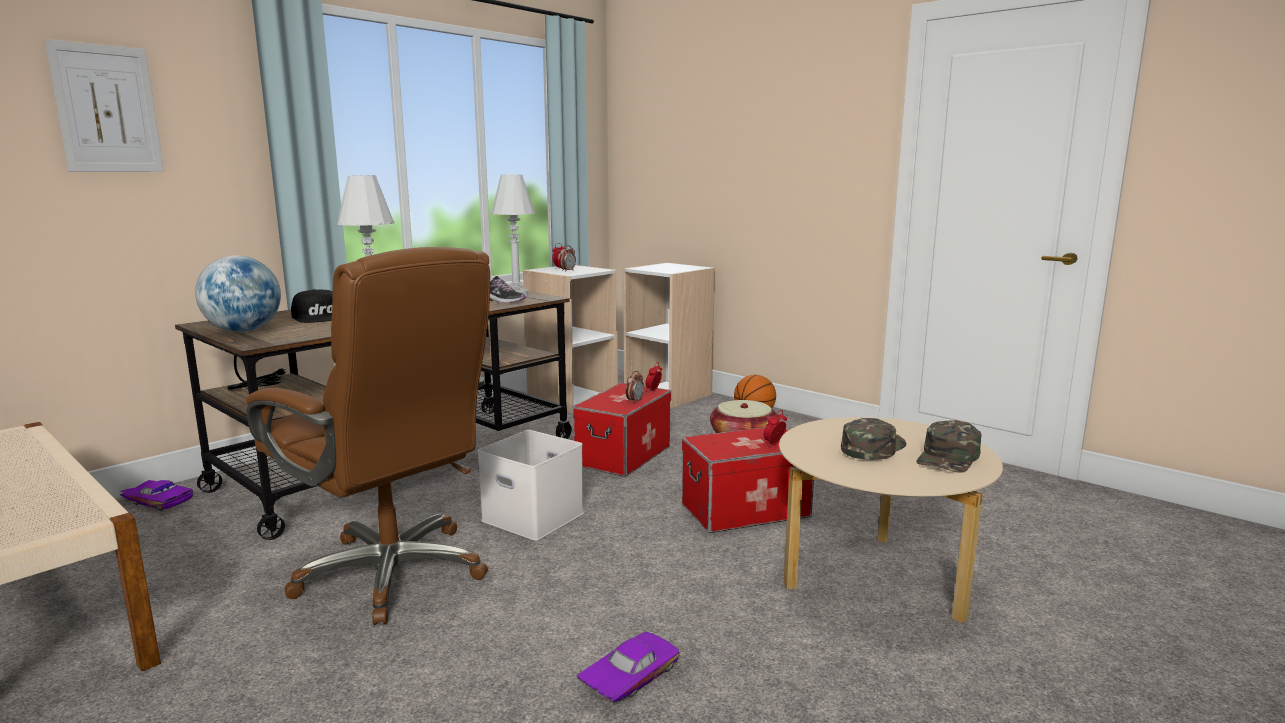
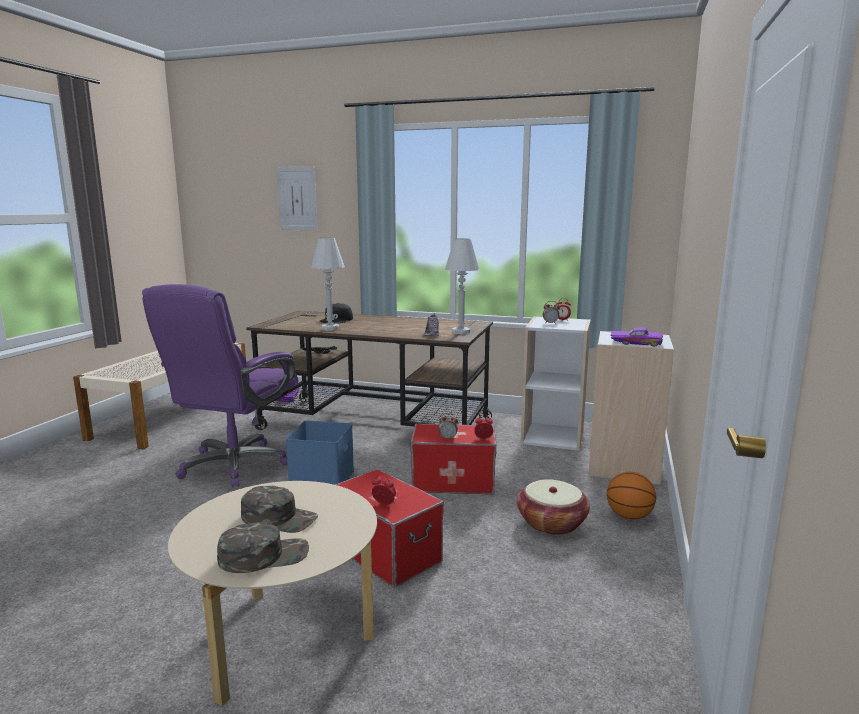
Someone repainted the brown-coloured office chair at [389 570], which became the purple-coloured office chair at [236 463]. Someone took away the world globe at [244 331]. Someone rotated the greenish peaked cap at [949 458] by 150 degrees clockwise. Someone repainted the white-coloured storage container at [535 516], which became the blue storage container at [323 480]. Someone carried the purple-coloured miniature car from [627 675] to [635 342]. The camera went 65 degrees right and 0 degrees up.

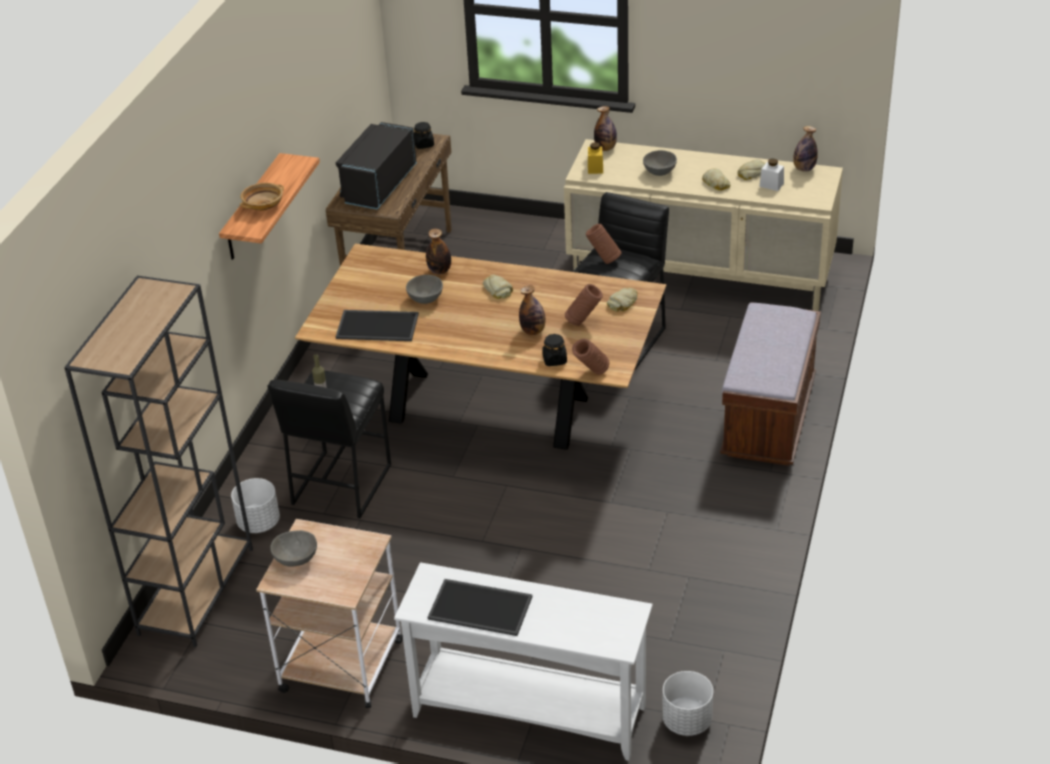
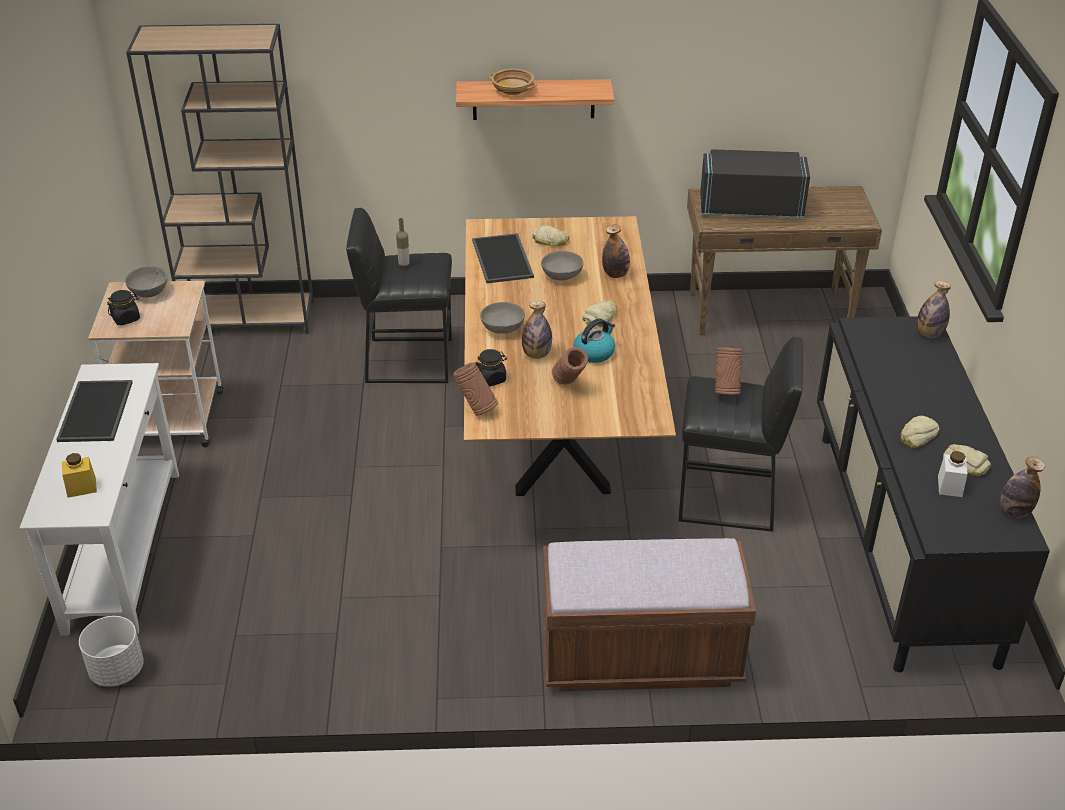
Someone carried the black jar from [423 144] to [126 318]. Someone repainted the beige cupboard at [700 276], which became the black cupboard at [899 543]. Someone carried the yellow jar from [595 168] to [81 487]. Someone carried the greyish deep dish from [660 172] to [503 329]. Someone carried the bakery bread from [623 302] to [550 240]. Someone took away the white-coloured plant pot at [258 522]. Someone put down the water kettle at [594 352]. The camera went 70 degrees right and 0 degrees up.

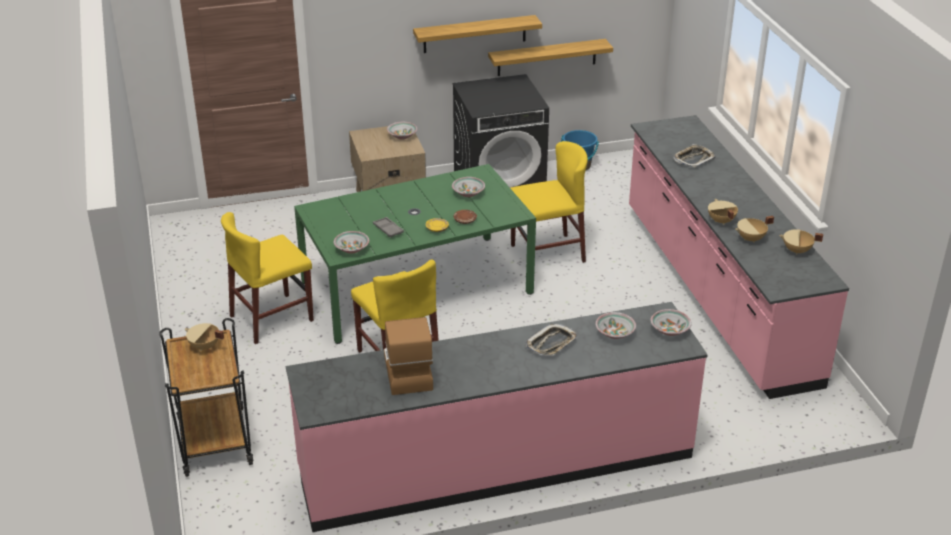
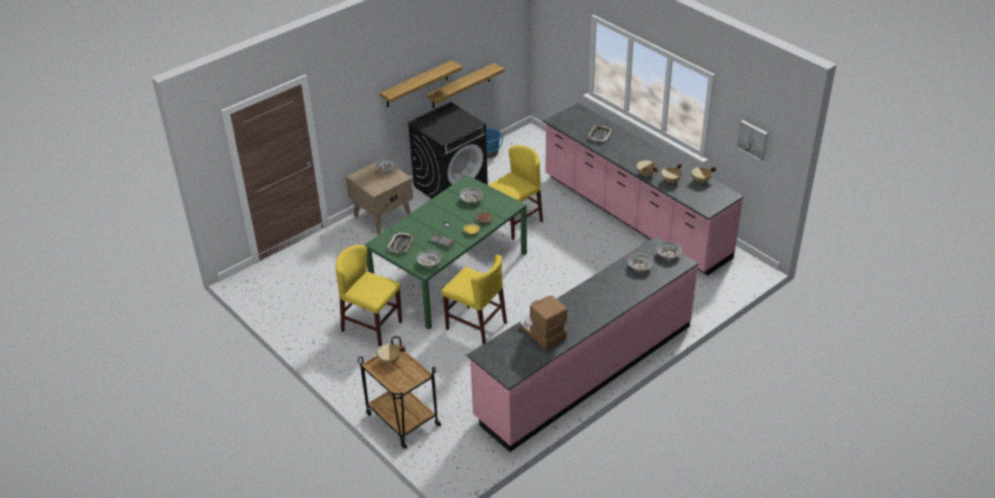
Someone rotated the yellow chair at [272 318] by 90 degrees clockwise. Someone carried the serving tray from [551 343] to [401 245]. Someone put up the wall art at [753 139]. The camera went 25 degrees left and 5 degrees up.

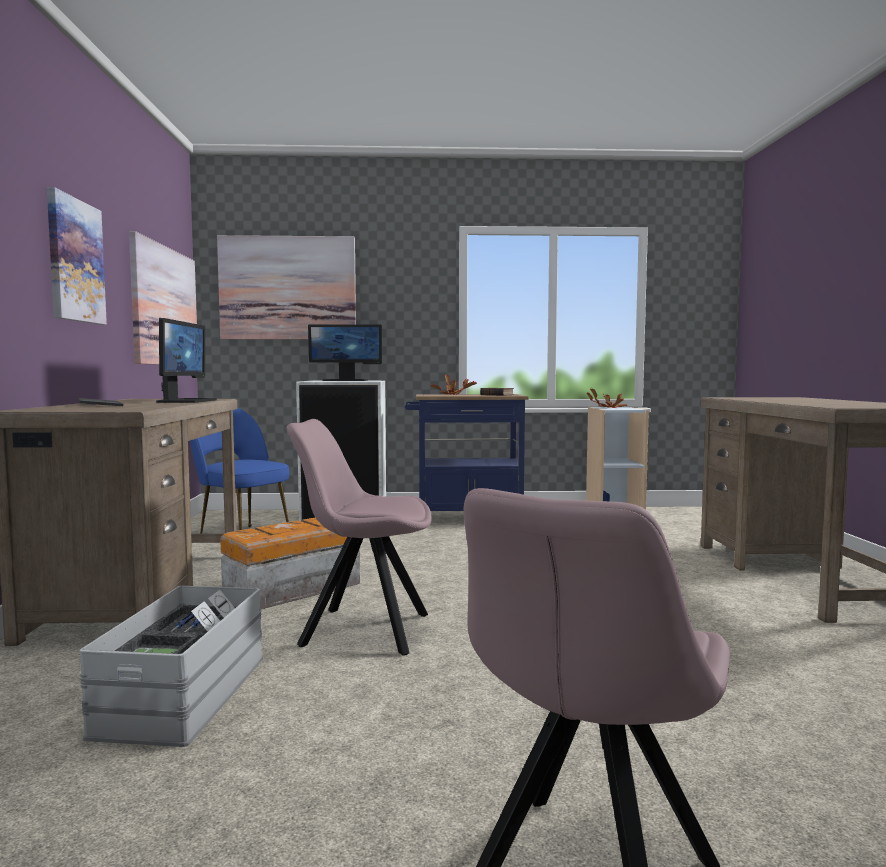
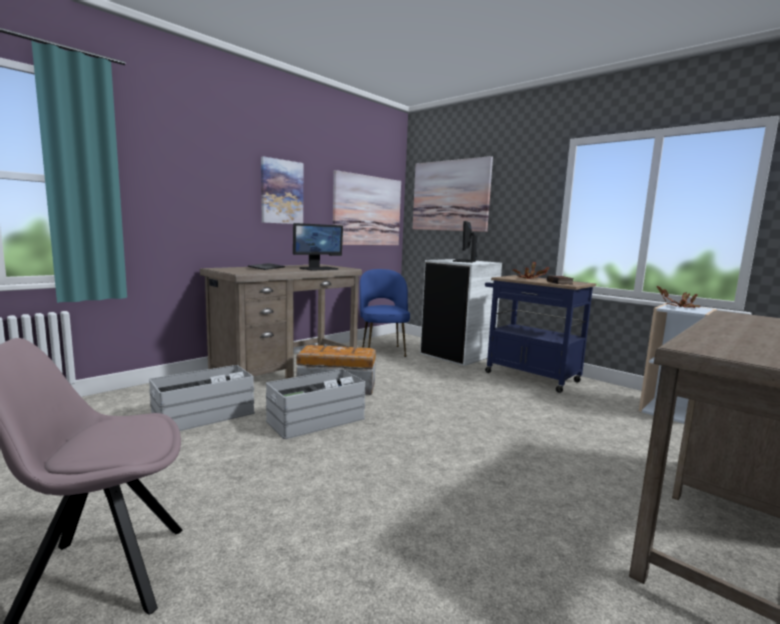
Someone rotated the computer screen at [346 380] by 60 degrees clockwise. Someone swapped the pink-coloured chair at [364 630] for the greyish storage container at [315 419]. The camera went 45 degrees right and 5 degrees up.

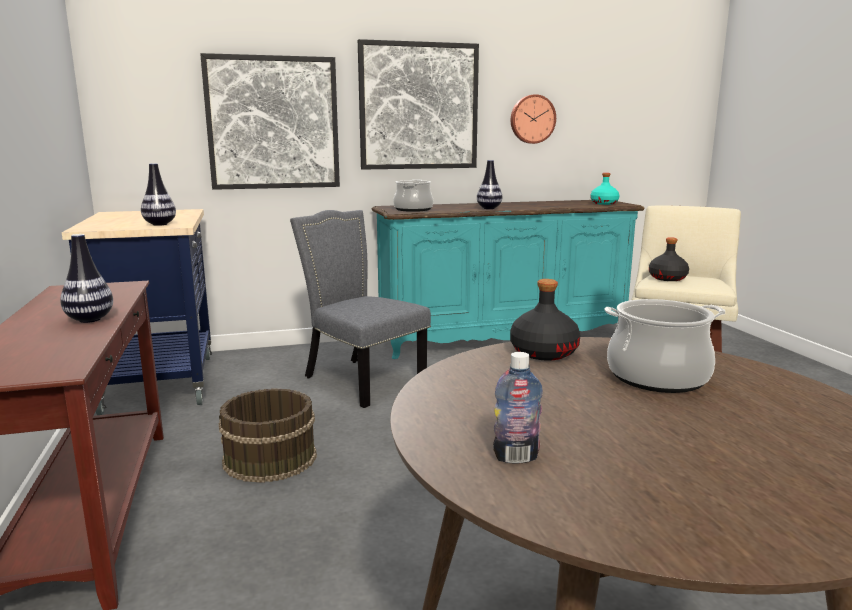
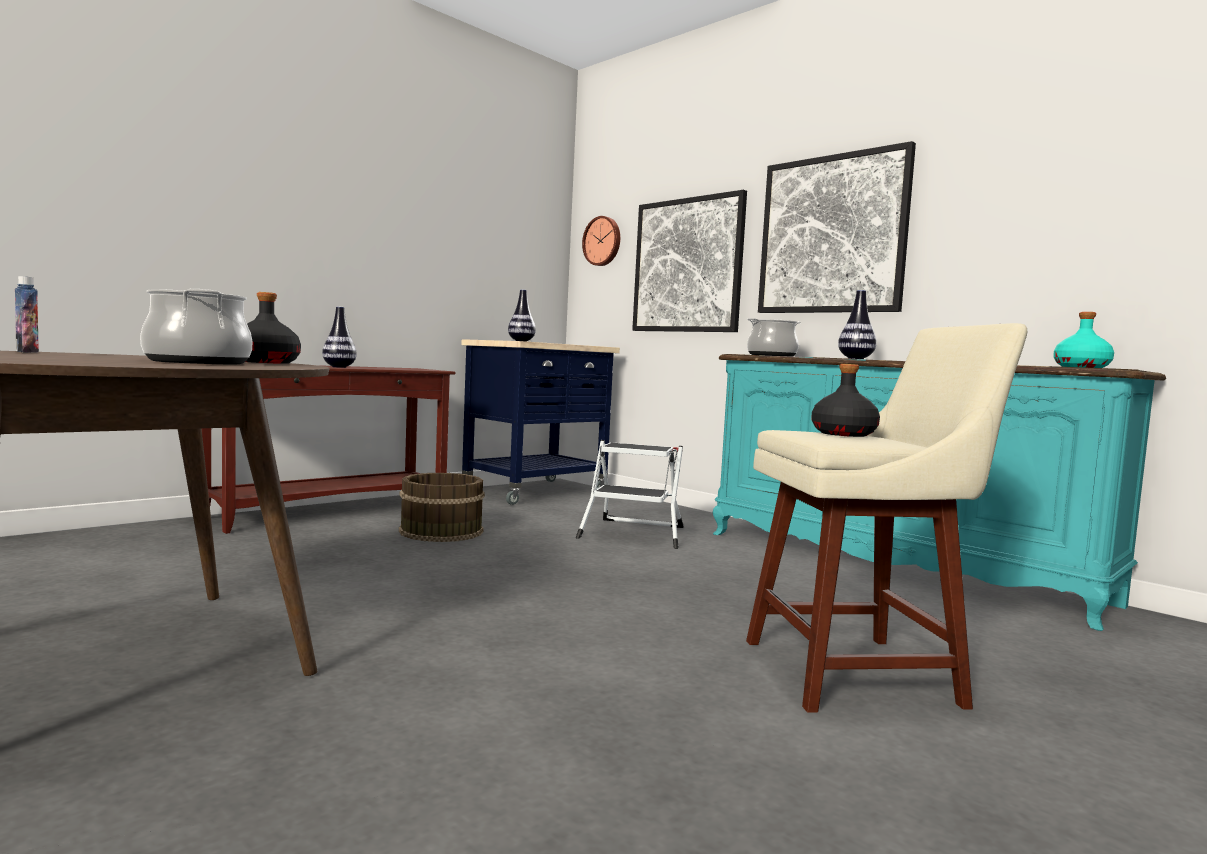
Someone carried the clock on the wall from [532 119] to [603 241]. Someone swapped the greyish chair at [363 382] for the step ladder at [634 533]. The camera went 60 degrees right and 10 degrees down.

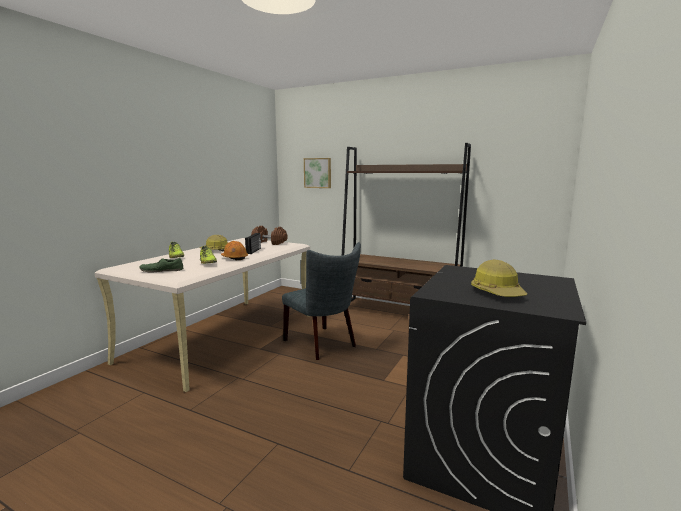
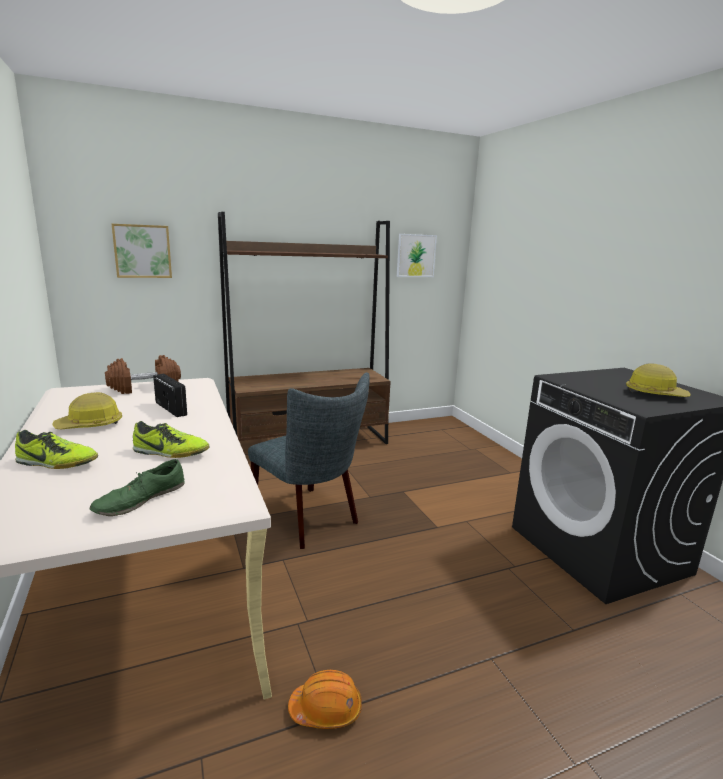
Someone carried the orange-coloured work helmet from [234 258] to [326 709]. Someone rotated the greyish chair at [323 344] by 45 degrees clockwise. Someone put up the wall art at [416 255]. The camera went 50 degrees left and 5 degrees up.

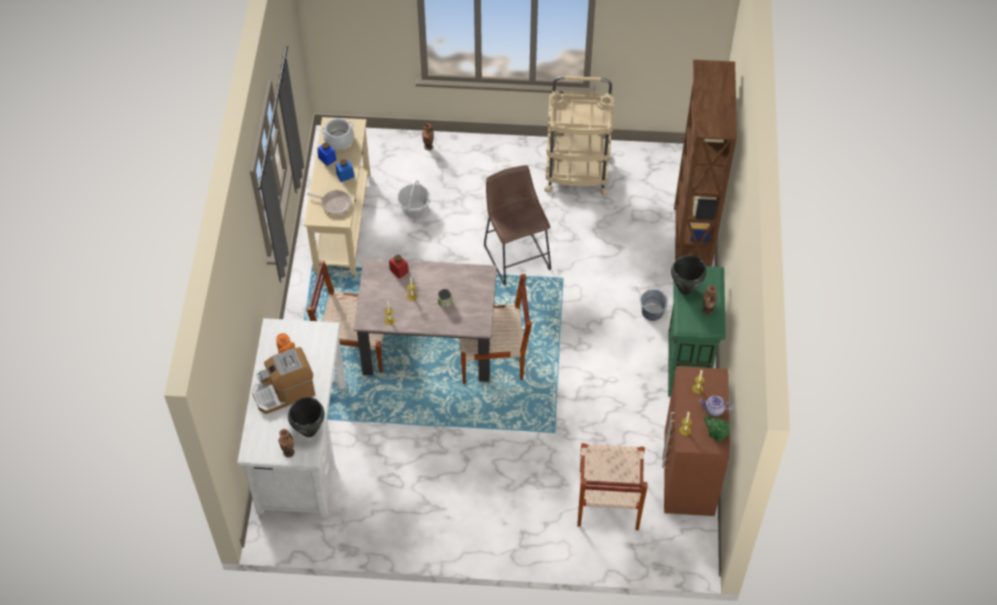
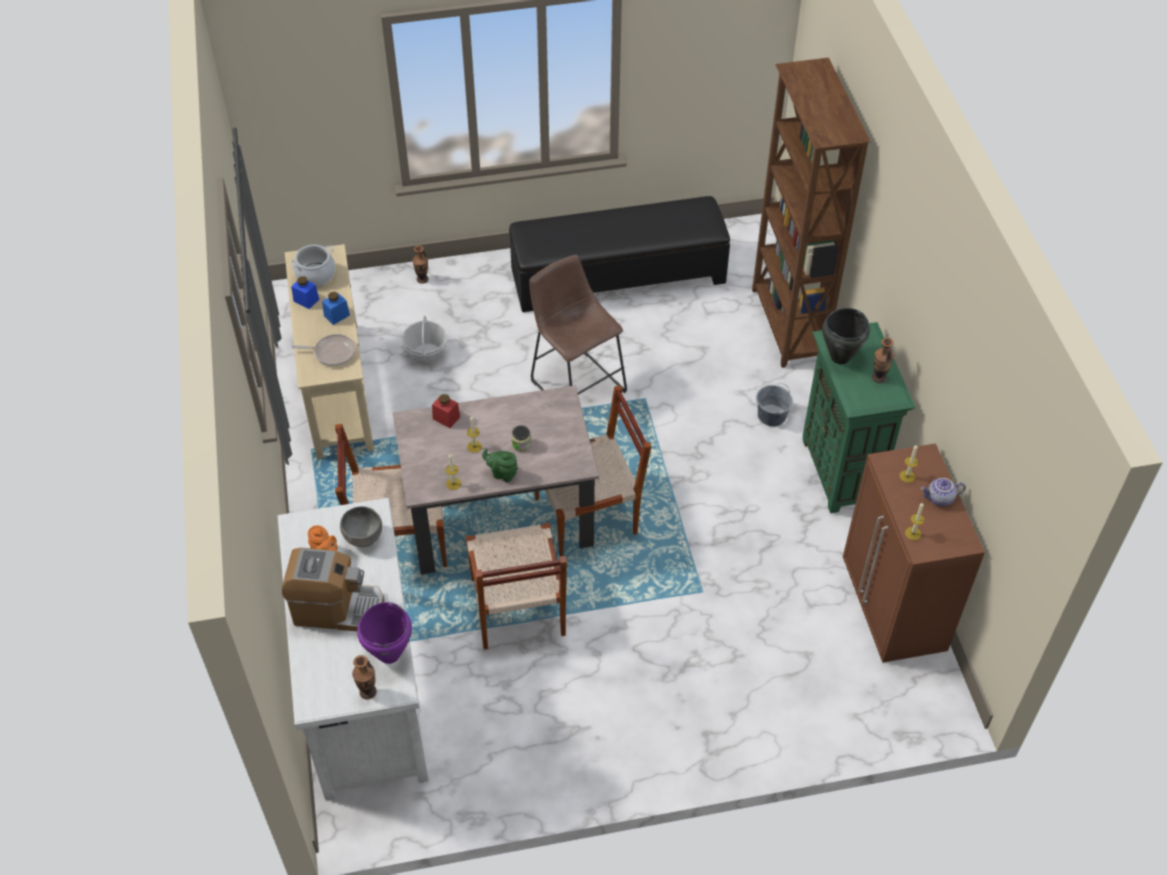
Someone swapped the beige trolley at [576 173] for the black indoor bench at [619 275]. Someone rotated the coffee brewer at [284 392] by 135 degrees counterclockwise. Someone repainted the black stockpot at [308 431], which became the purple-coloured stockpot at [388 654]. Someone carried the greenish tea pot from [716 434] to [502 474]. Someone carried the chair from [608 502] to [517 610]. Someone put down the greyish deep dish at [363 538]. The camera went 15 degrees left and 5 degrees down.

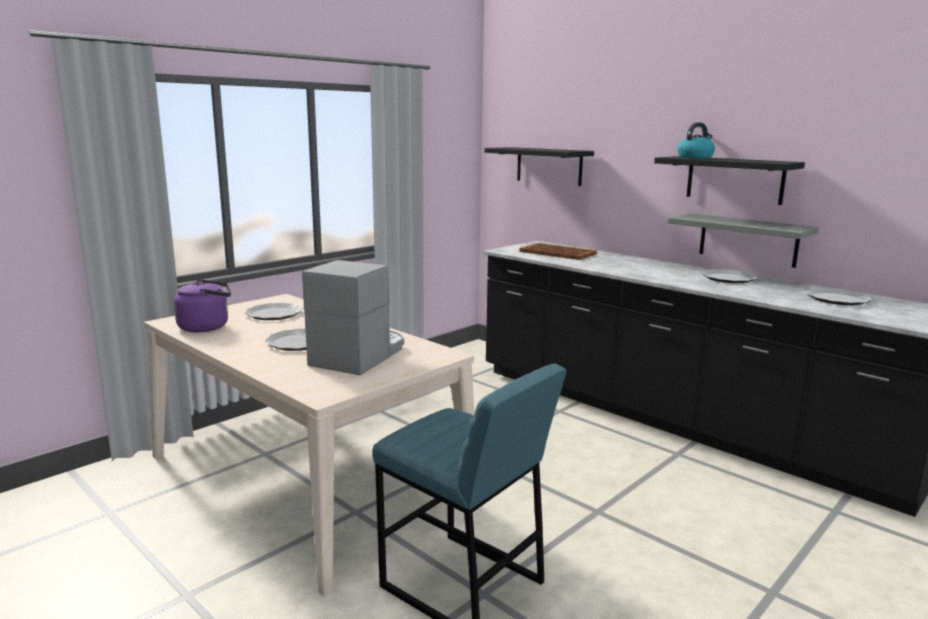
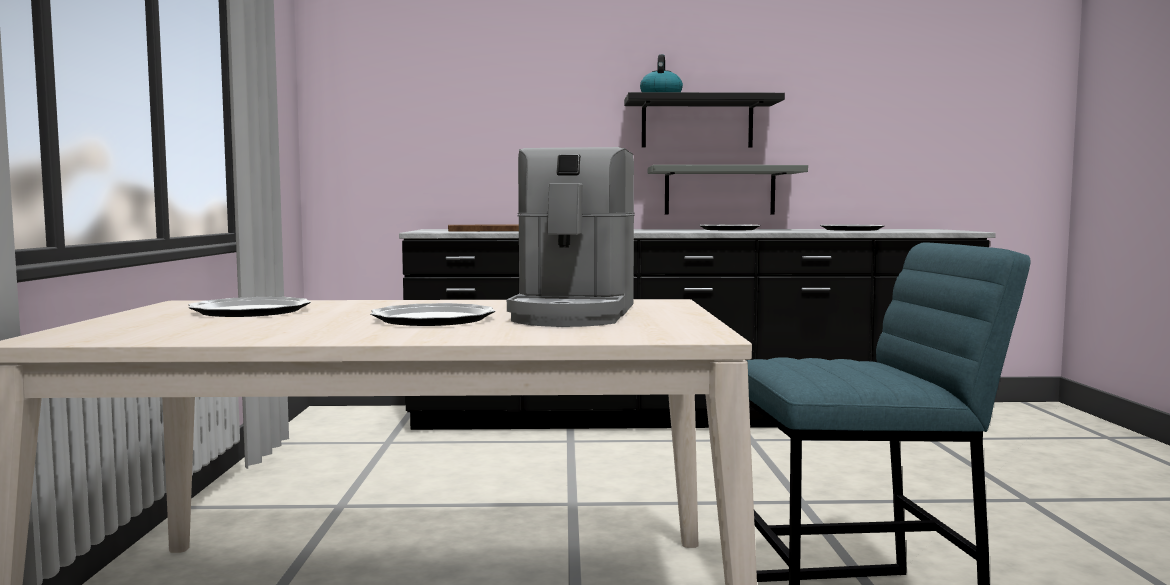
Someone took away the black shelf at [549 166]. Someone rotated the coffee brewer at [359 355] by 150 degrees counterclockwise. Someone took away the purple-coloured water kettle at [207 327]. The camera went 45 degrees left and 10 degrees down.

